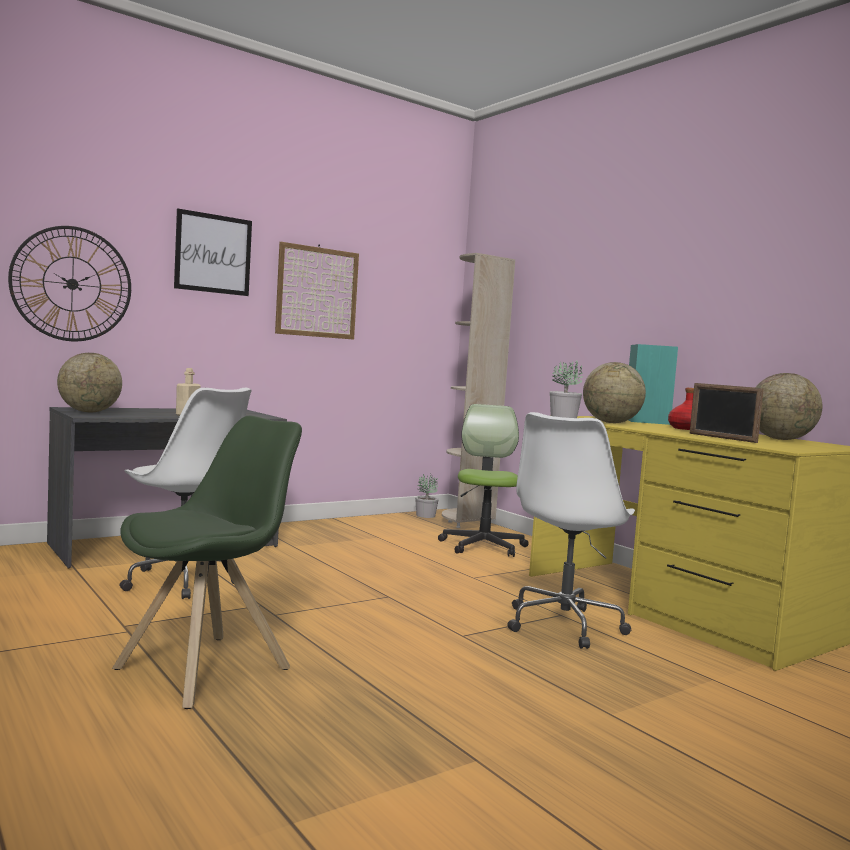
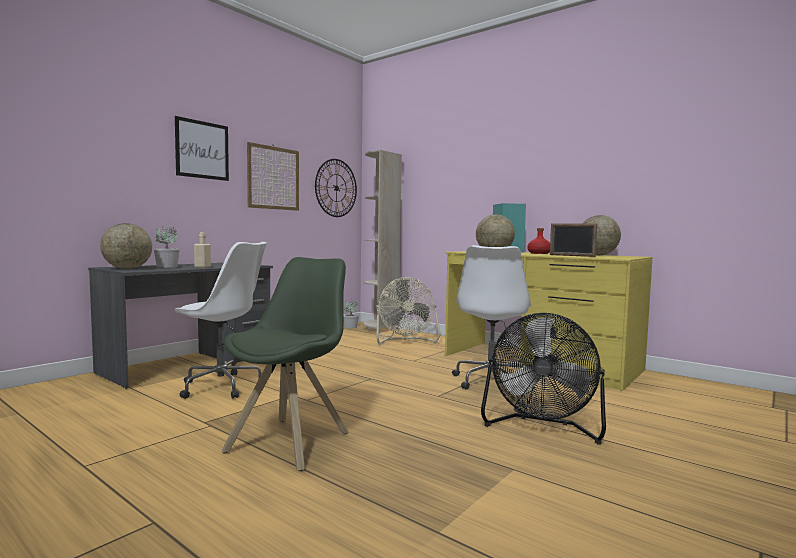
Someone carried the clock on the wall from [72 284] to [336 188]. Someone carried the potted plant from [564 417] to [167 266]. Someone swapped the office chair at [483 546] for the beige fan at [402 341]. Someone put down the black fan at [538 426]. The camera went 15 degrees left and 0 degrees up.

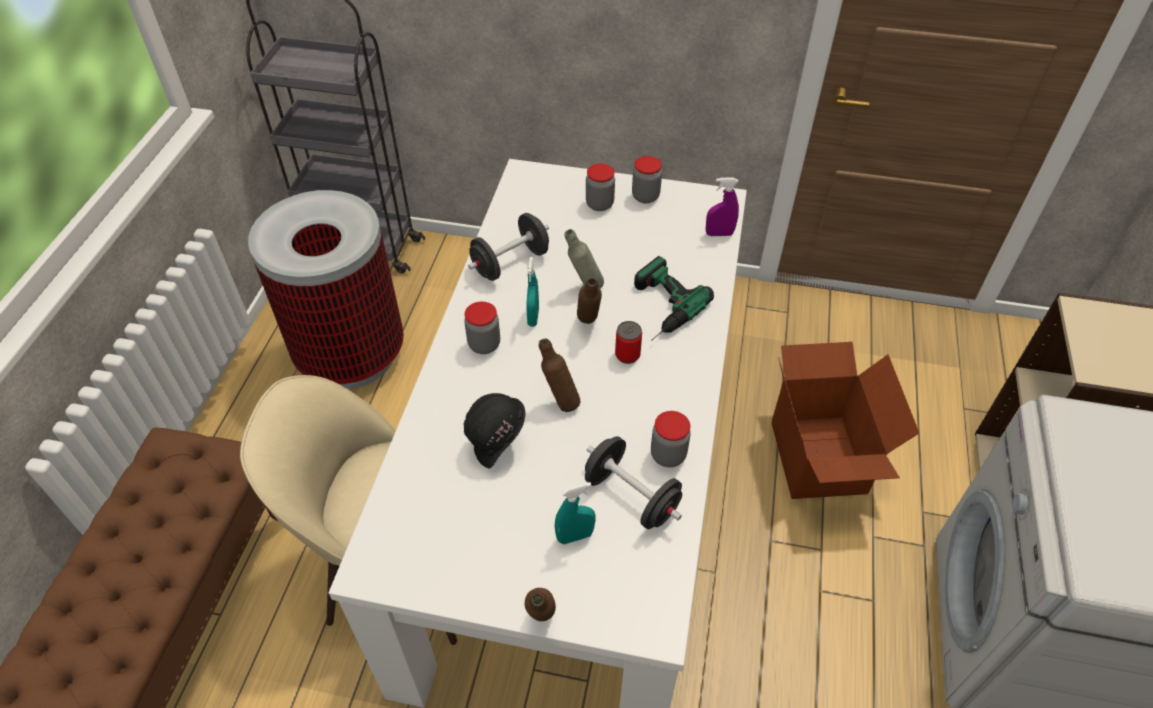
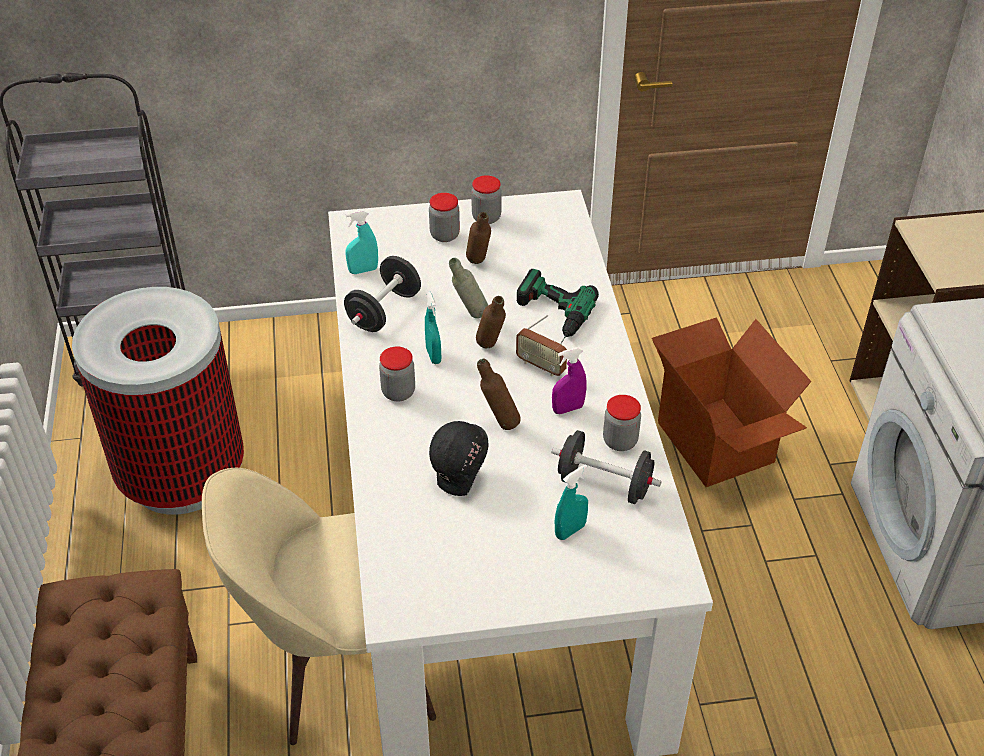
Someone carried the purple-coloured sprayer from [719 234] to [568 409]. Someone swapped the can at [627 355] for the radio at [541 366]. Someone carried the brown-coloured bottle from [542 623] to [479 265]. Someone put down the blue-green sprayer at [363 270]. The camera went 20 degrees left and 5 degrees down.

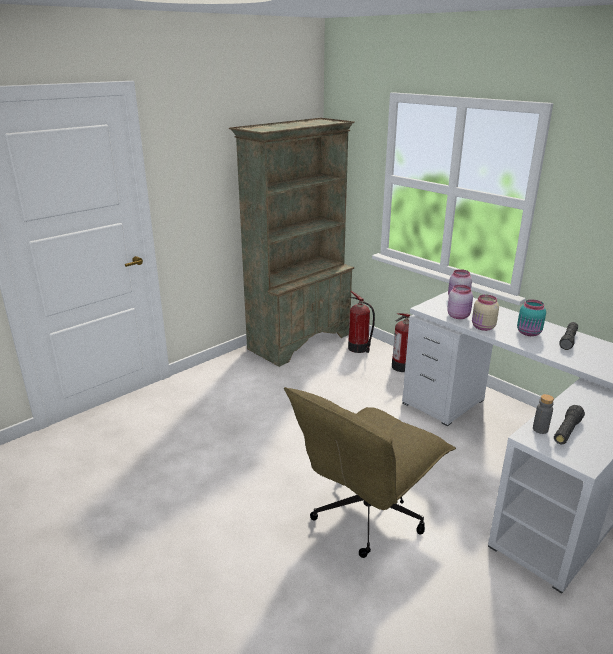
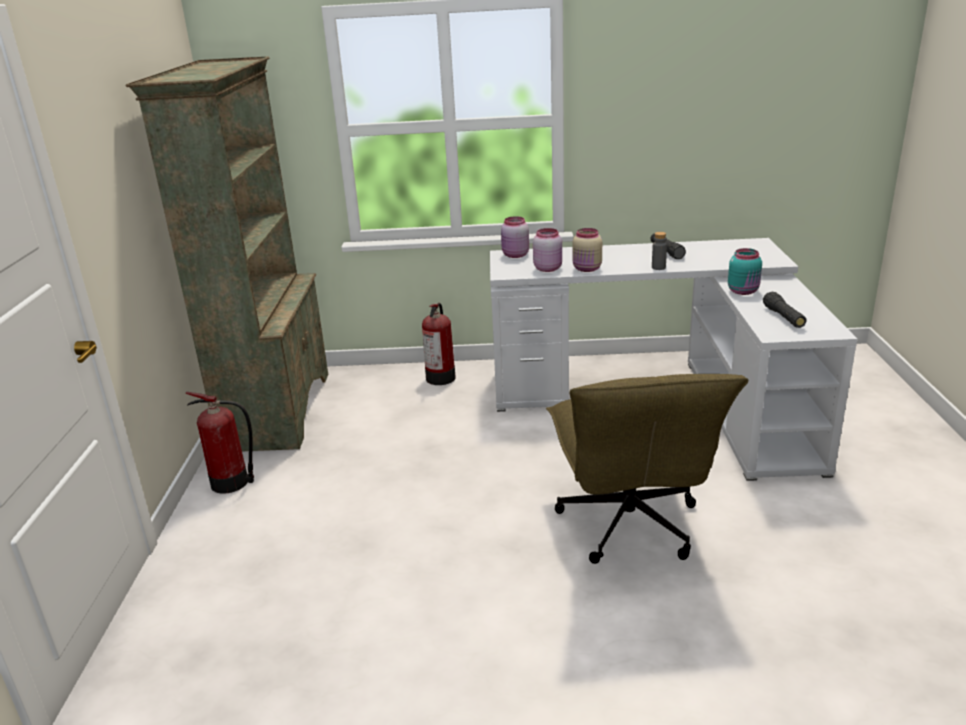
Someone carried the extinguisher from [359 348] to [232 482]. Someone carried the blue-green jar from [529 333] to [744 291]. Someone carried the greyish bottle from [540 429] to [658 267]. The camera went 45 degrees left and 0 degrees up.

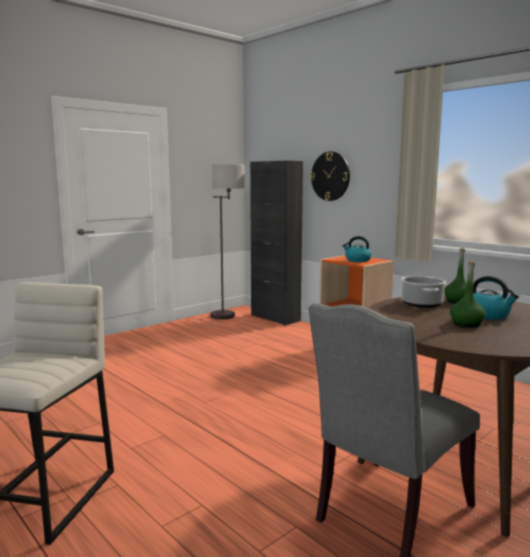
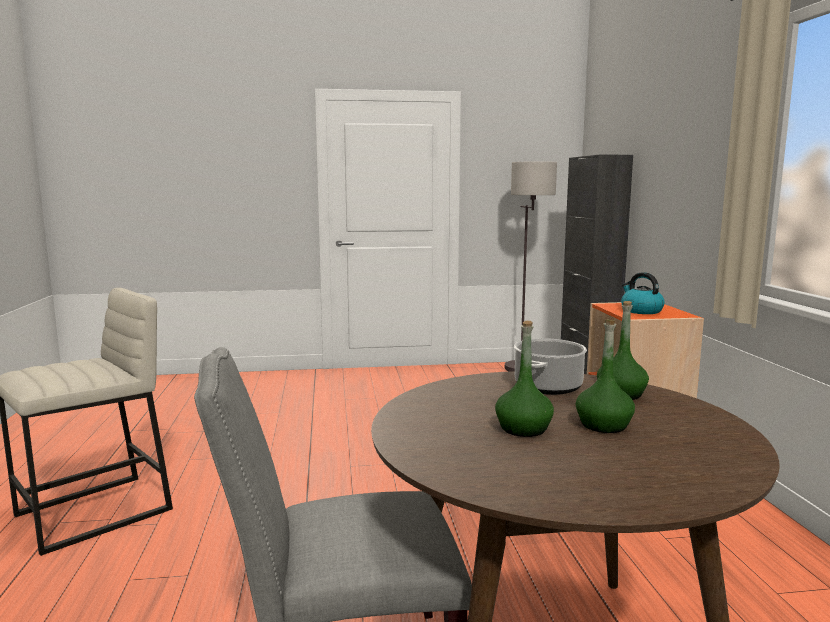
Someone took away the clock on the wall at [330 176]. Someone swapped the water kettle at [488 315] for the greenish bottle at [603 425]. The camera went 35 degrees right and 0 degrees up.

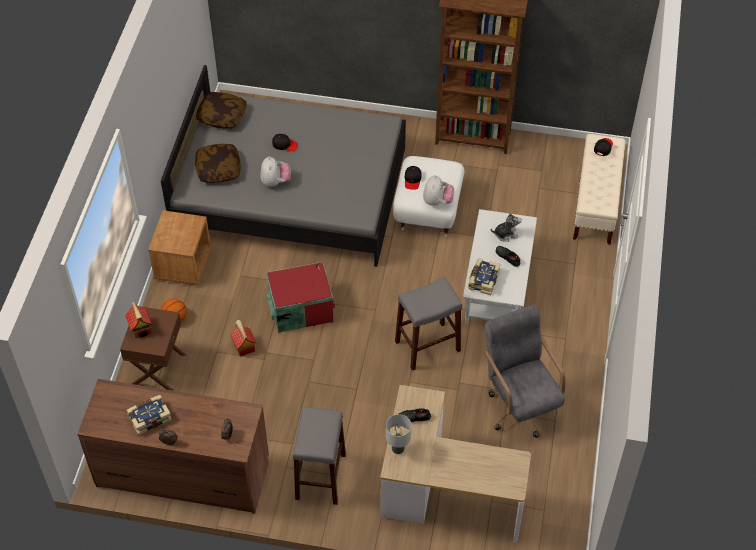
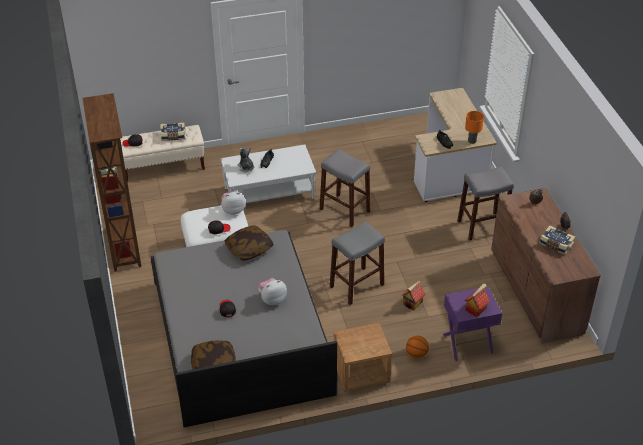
Someone carried the pillow from [218 169] to [249 249]. Someone carried the volume from [483 280] to [173 136]. Someone swapped the red-coloured storage container at [300 308] for the greyish stool seat at [356 285]. Someone took away the greyish office chair at [518 406]. Someone repainted the brown-coloured bedside table at [157 369], which became the purple-coloured bedside table at [468 344]. Someone repainted the white-coloured lamp for a table at [397 449], which became the orange-coloured lamp for a table at [472 141]. The camera went 115 degrees left and 10 degrees down.

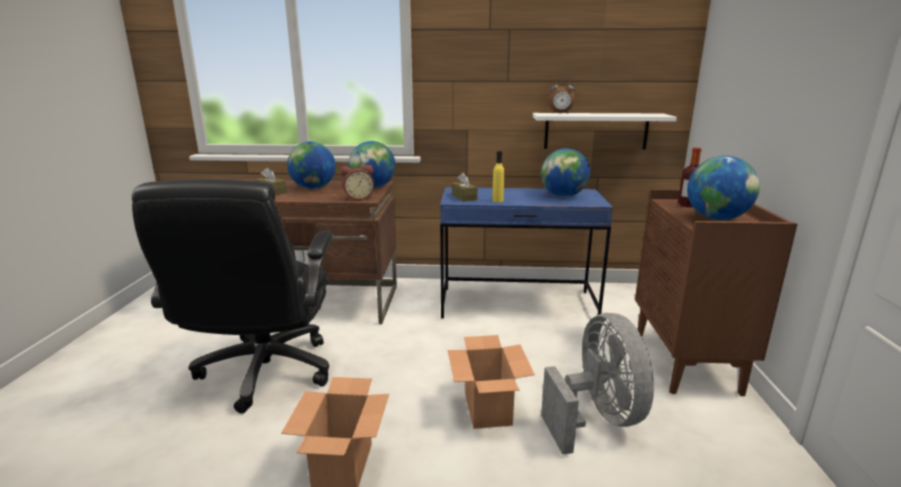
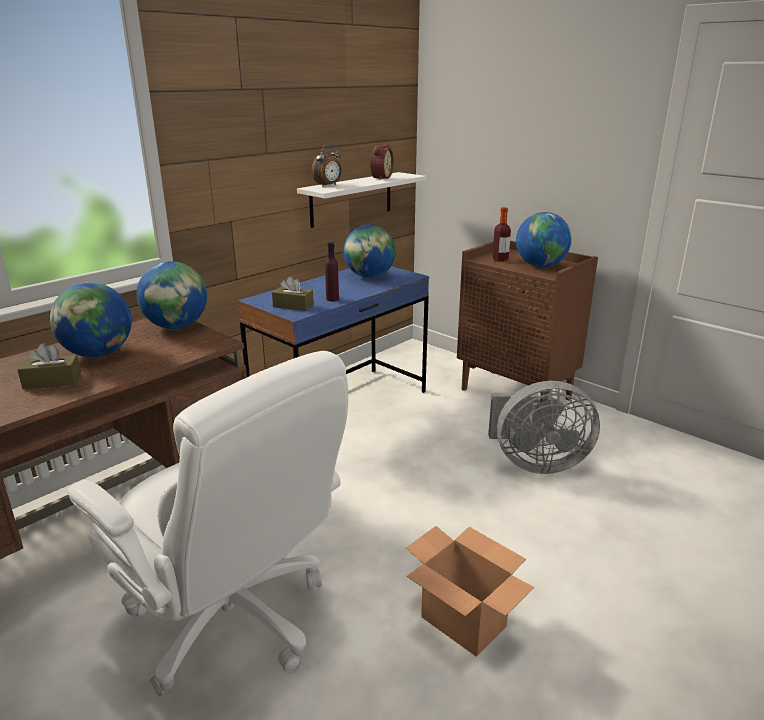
Someone repainted the yellow bottle at [497 200], which became the purple-coloured bottle at [332 299]. Someone carried the alarm clock from [358 198] to [380 178]. Someone repainted the black office chair at [262 374], which became the white-coloured office chair at [234 625]. Someone rotated the greyish fan at [597 418] by 150 degrees clockwise. Someone took away the carton at [488 409]. The camera went 50 degrees left and 5 degrees up.

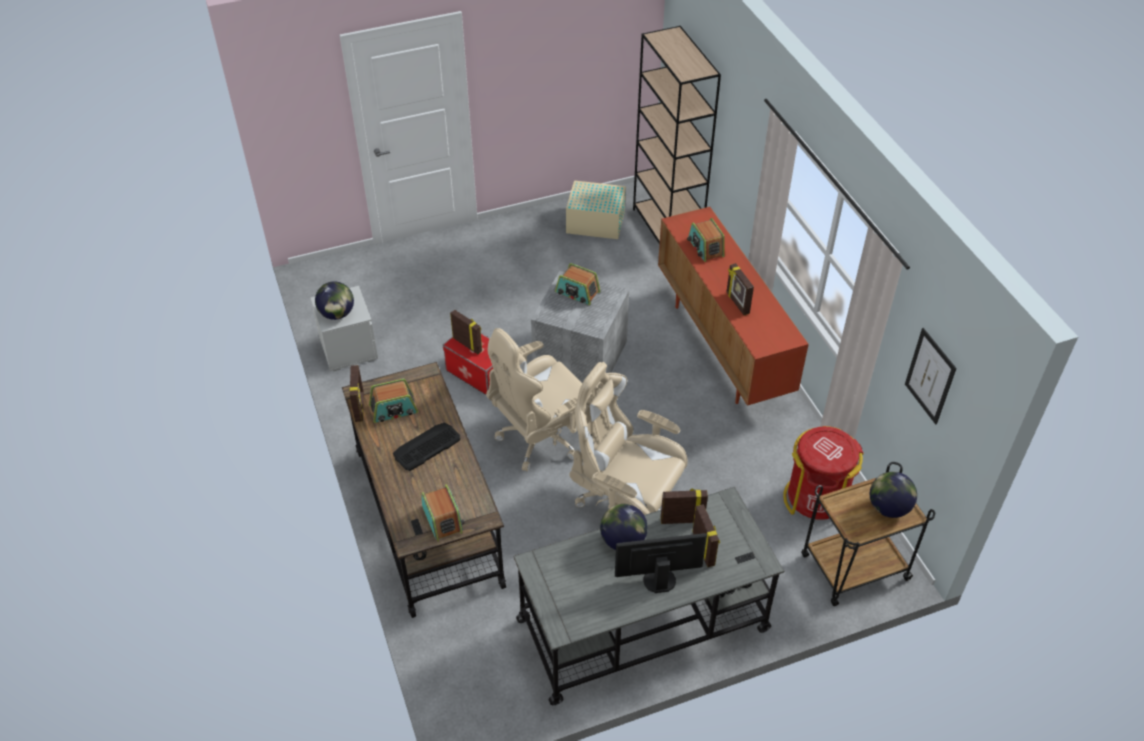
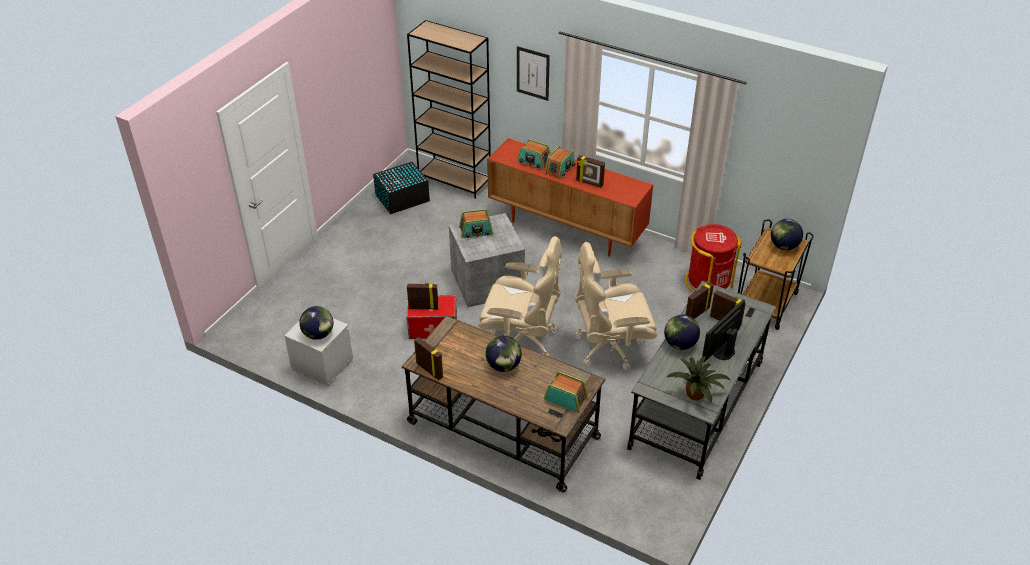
Someone repainted the beige storage container at [594 222], which became the black storage container at [401 198]. Someone rotated the beige office chair at [544 436] by 90 degrees counterclockwise. Someone carried the wall art from [930 376] to [533 73]. Someone carried the radio from [393 409] to [560 169]. Someone swapped the PC keyboard at [426 447] for the world globe at [503 366]. Someone put down the potted plant at [696 393]. The camera went 40 degrees left and 5 degrees down.

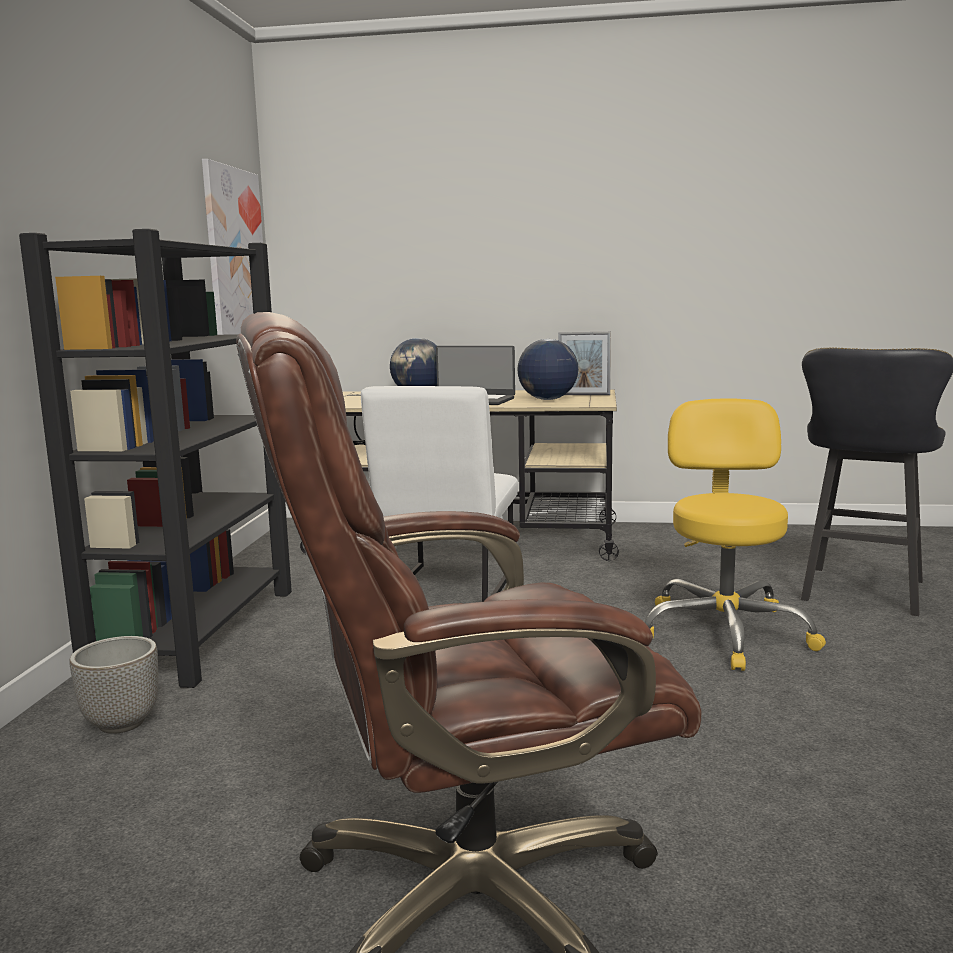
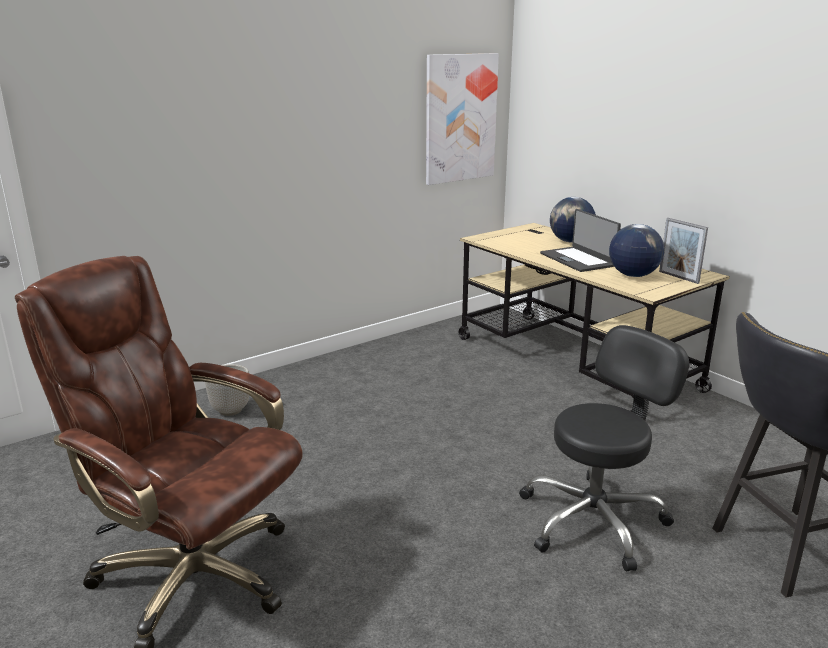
Someone took away the black bookshelf at [197 632]. Someone took away the white-coloured chair at [447 589]. Someone repainted the yellow office chair at [723 629], which became the black office chair at [597 517]. The camera went 45 degrees right and 10 degrees up.

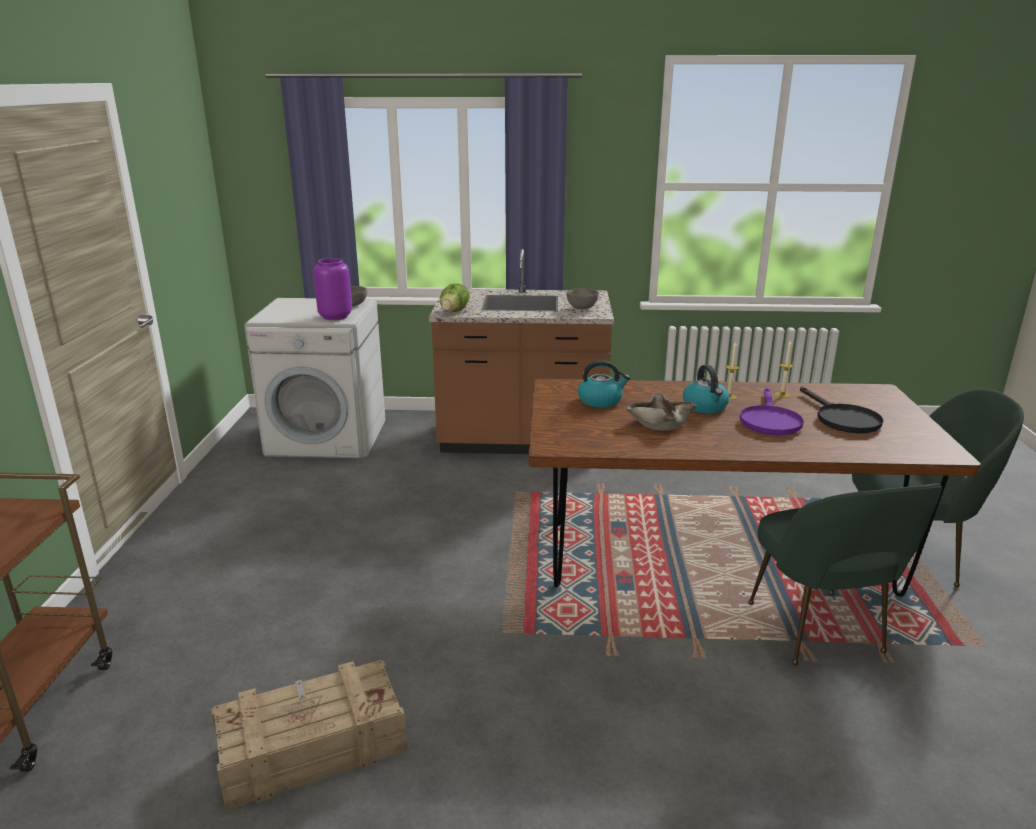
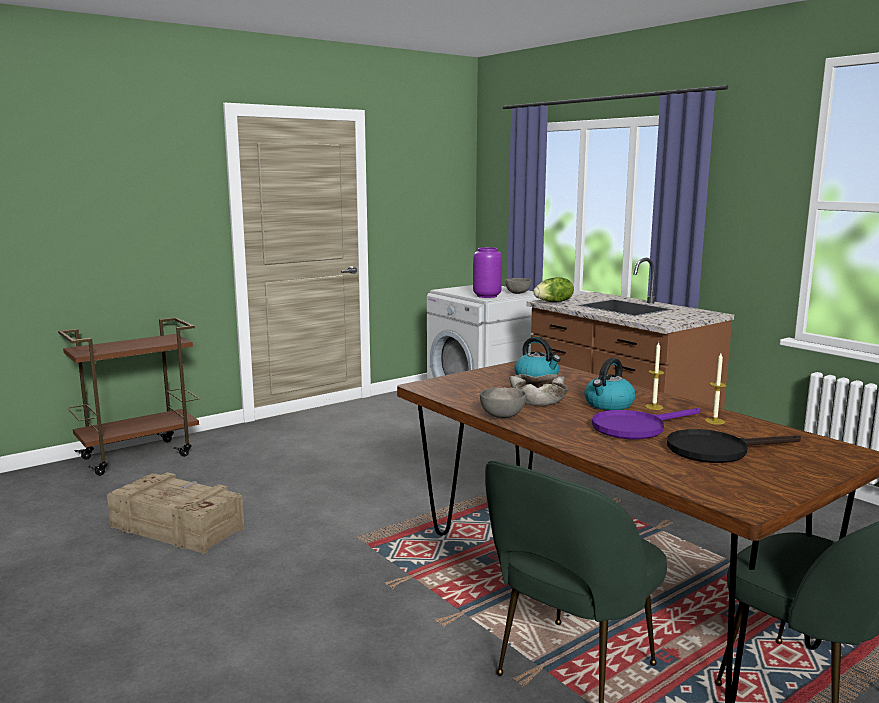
Someone carried the greyish deep dish from [582 308] to [503 416]. Someone rotated the black skillet at [842 419] by 45 degrees clockwise. The camera went 50 degrees right and 10 degrees down.

